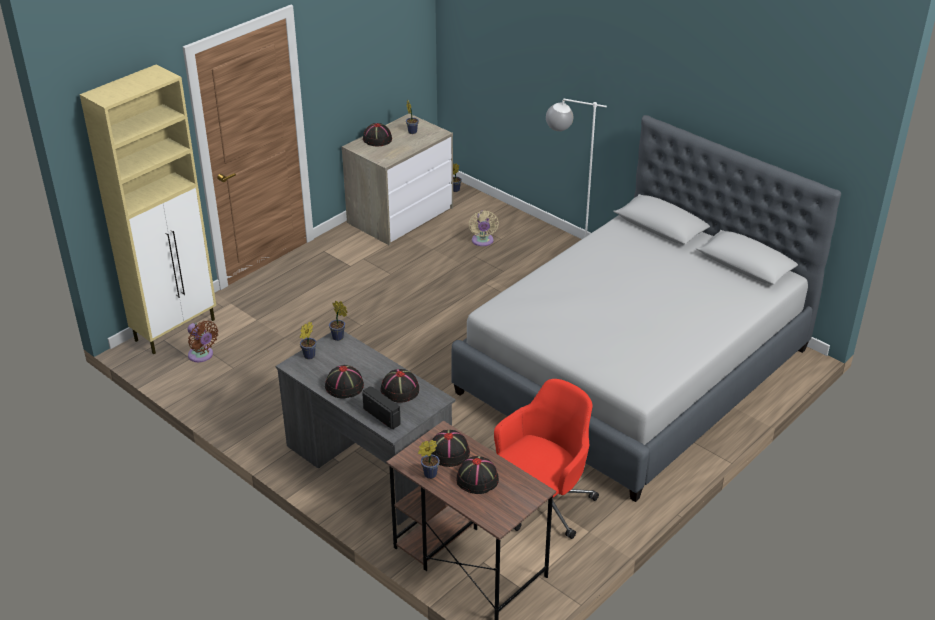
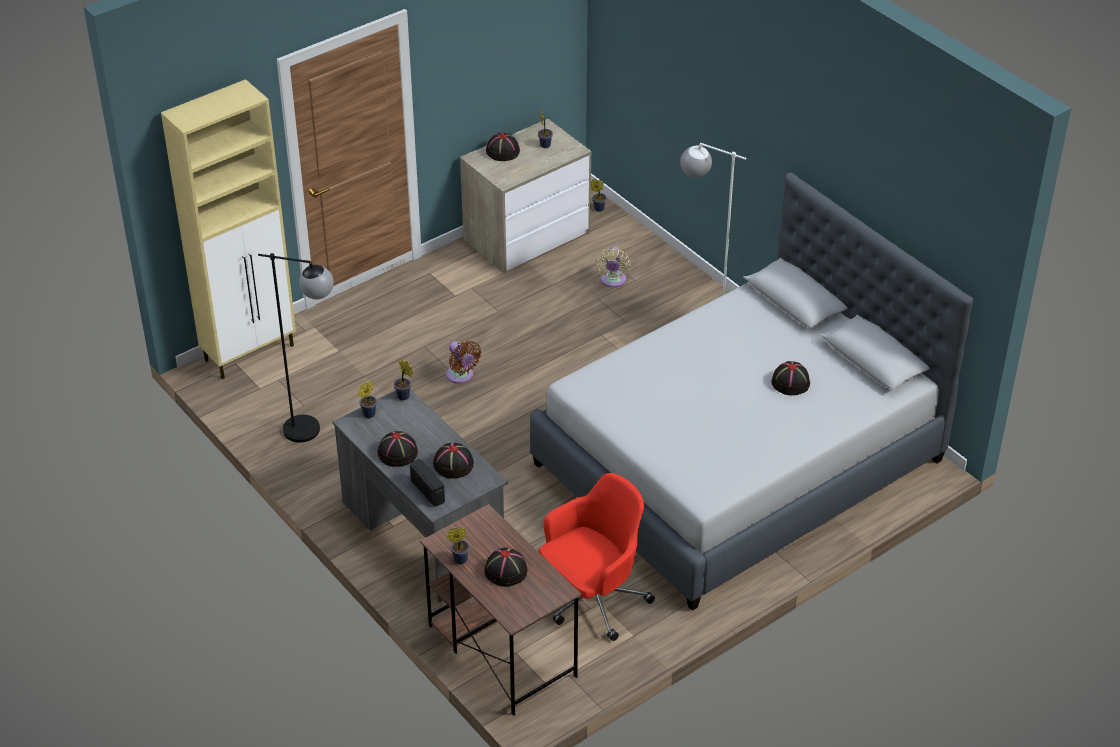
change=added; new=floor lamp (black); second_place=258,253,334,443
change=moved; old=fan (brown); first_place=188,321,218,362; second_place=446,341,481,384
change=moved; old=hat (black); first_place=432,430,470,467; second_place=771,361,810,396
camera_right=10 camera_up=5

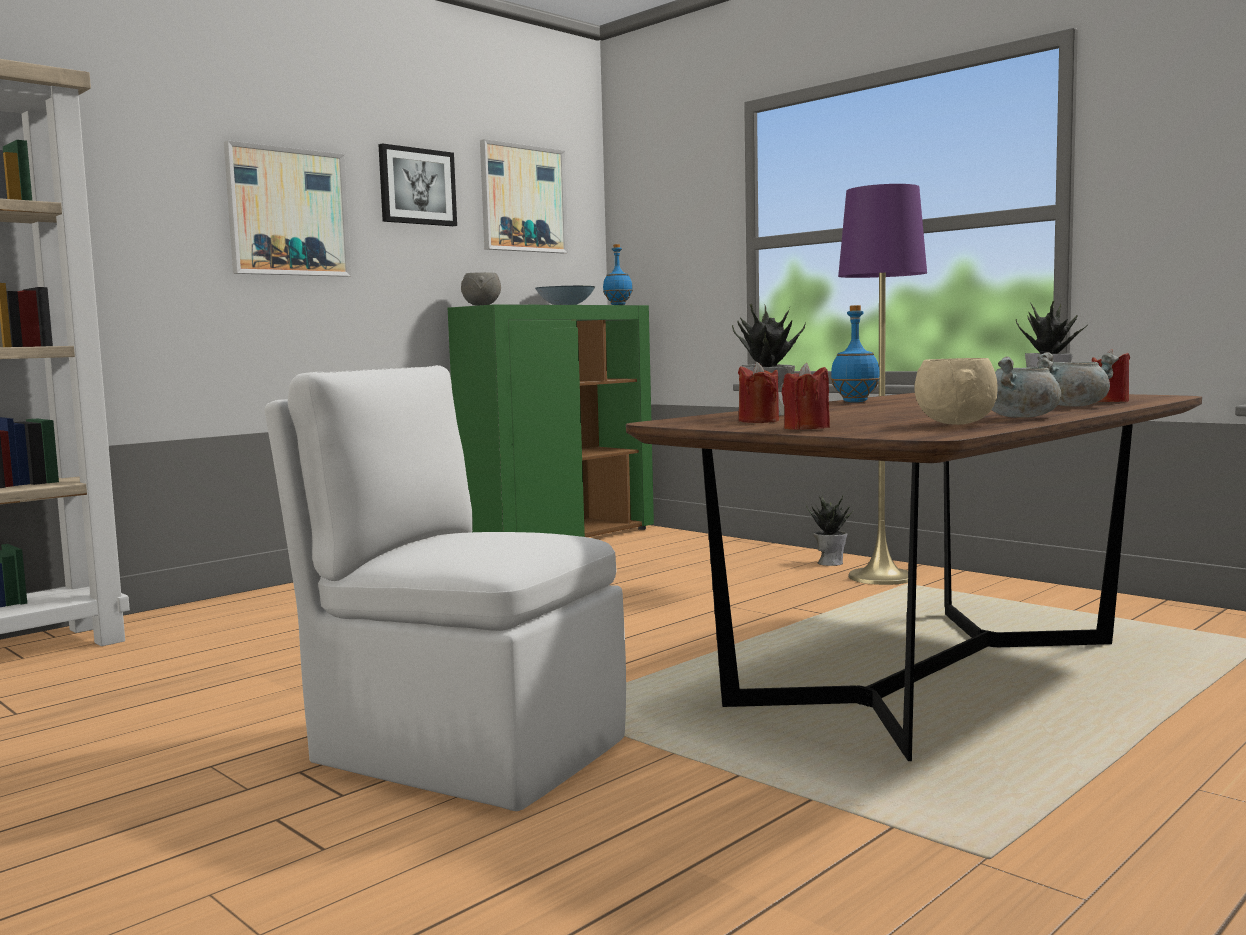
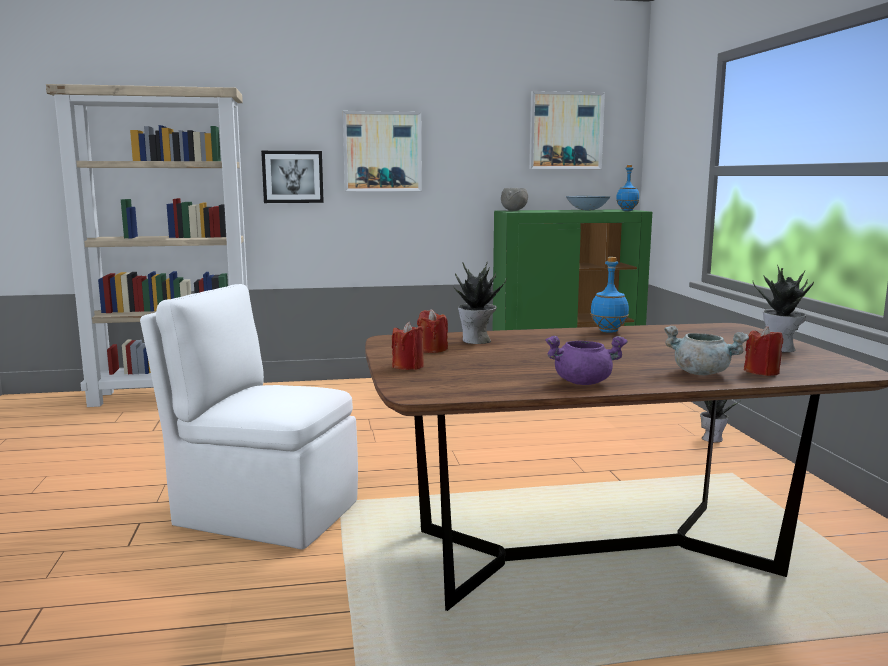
change=removed; old=floor lamp (purple); first_place=838,184,927,585
change=removed; old=bowl (beige); first_place=914,358,998,425
change=moved; old=picture; first_place=378,143,457,226; second_place=261,151,324,203
change=recoloured; old=cooking pot (grey); new=cooking pot (purple); first_place=991,357,1061,418; second_place=546,336,628,385
change=turned; old=chair (white); first_place=265,365,626,811; second_place=140,284,358,549; degrees=-45
camera_right=35 camera_up=5

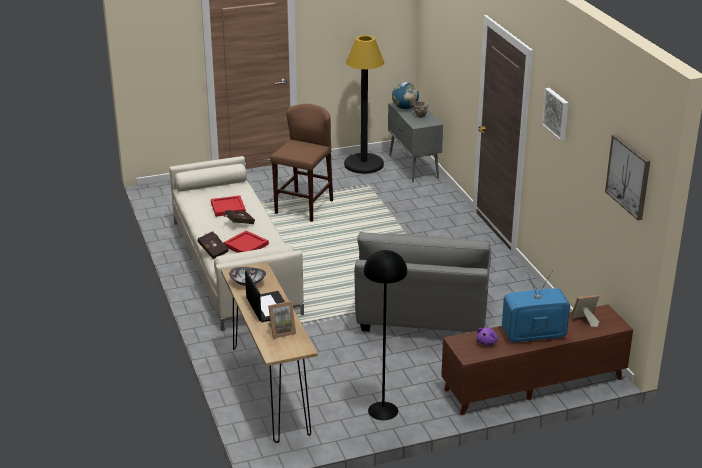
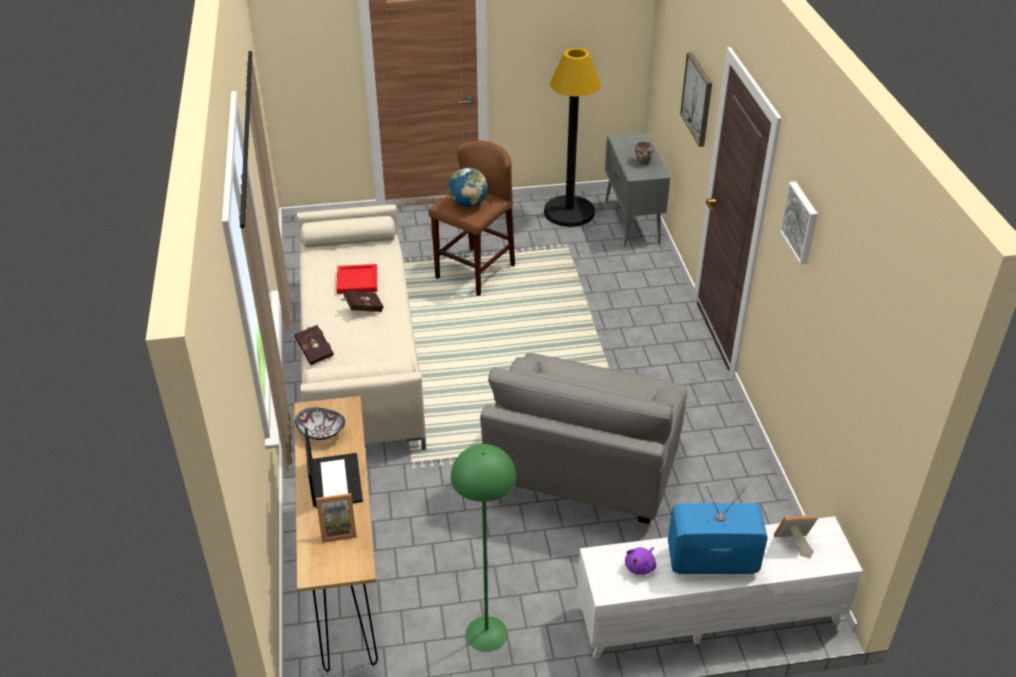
change=removed; old=tray (red); first_place=224,230,269,253
change=moved; old=globe; first_place=392,82,419,109; second_place=449,168,488,207
change=moved; old=picture; first_place=605,135,650,220; second_place=680,52,712,147
change=recoloured; old=floor lamp (black); new=floor lamp (green); first_place=364,250,407,420; second_place=451,444,516,652
change=recoloured; old=tv stand (brown); new=tv stand (white); first_place=441,304,633,415; second_place=577,516,863,658
camera_right=10 camera_up=10

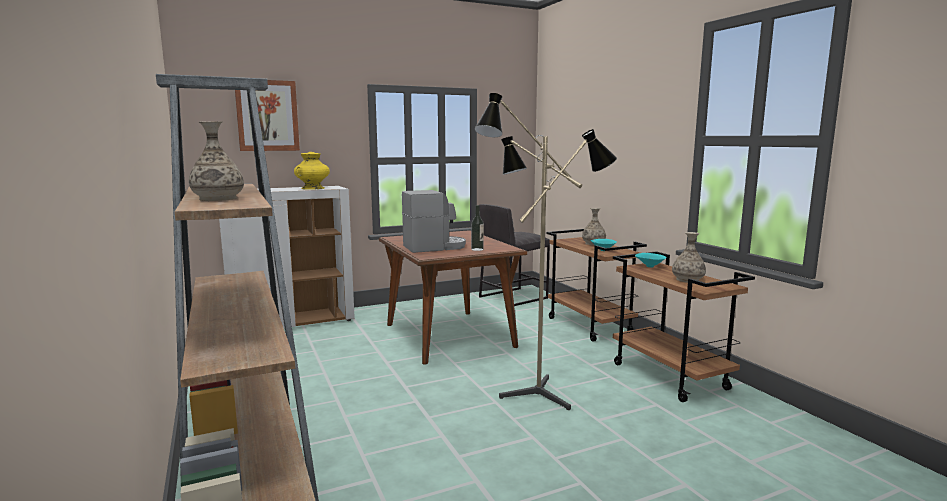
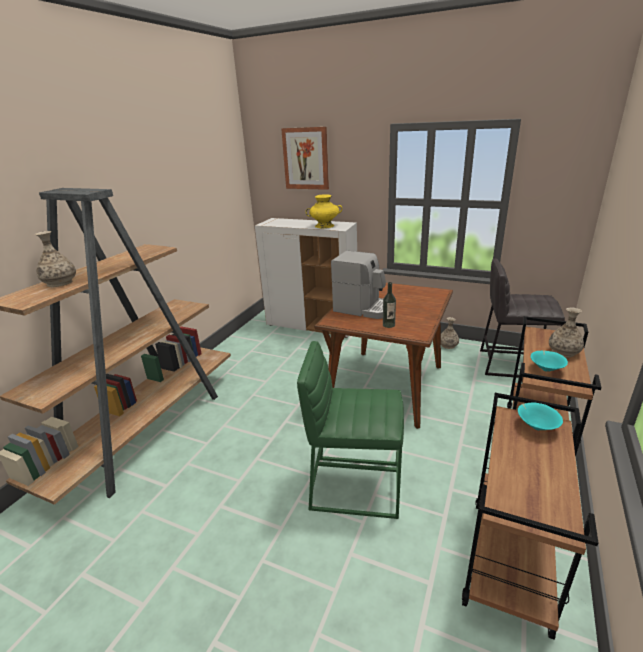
change=moved; old=vase; first_place=672,232,706,283; second_place=441,317,459,349
change=replaced; old=floor lamp; new=stool (green); first_place=475,93,617,410; second_place=297,341,404,519
camera_right=50 camera_up=15

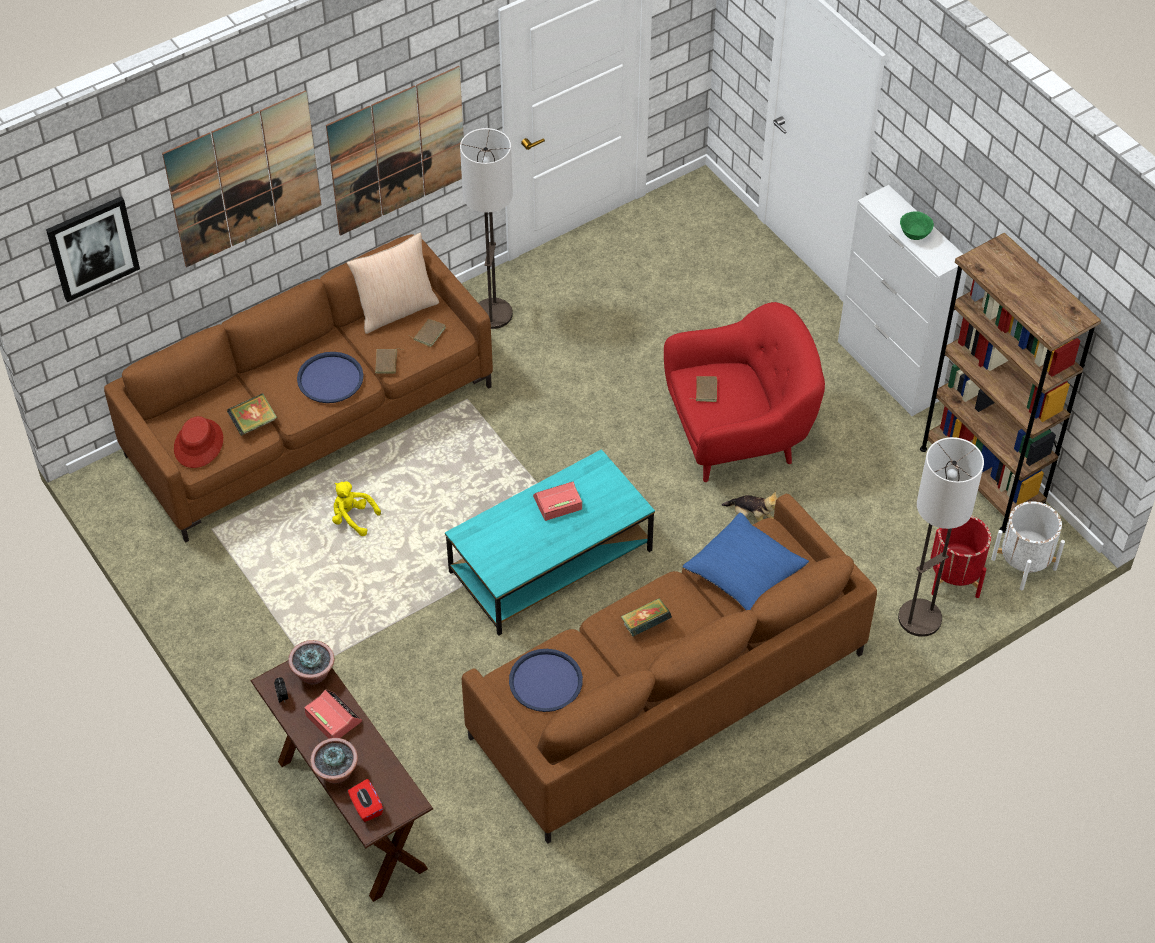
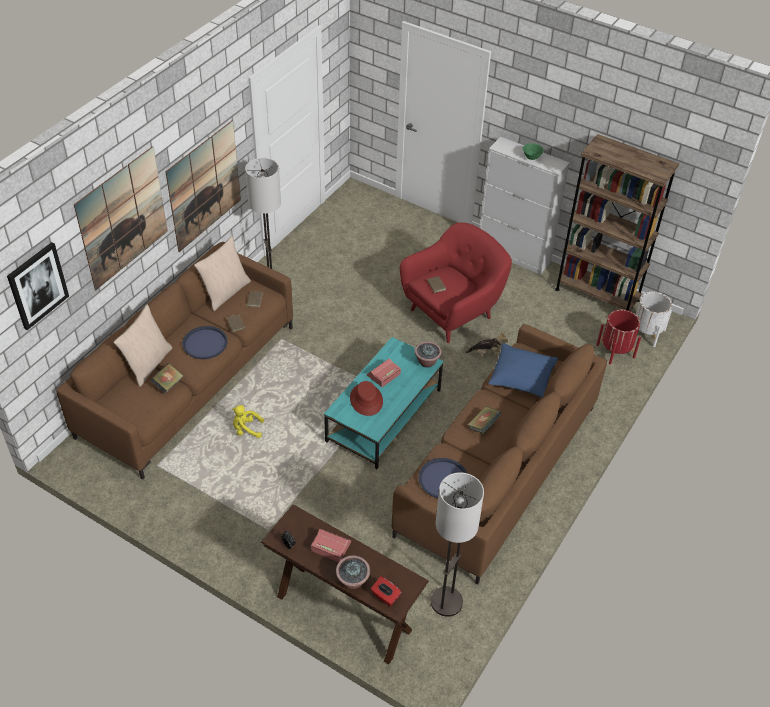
change=added; new=pillow (beige); second_place=114,304,172,387
change=moved; old=hat (red); first_place=174,416,223,468; second_place=350,381,383,416
change=moved; old=potted plant; first_place=288,640,334,685; second_place=414,342,442,368
change=moved; old=floor lamp; first_place=898,437,984,637; second_place=431,472,484,617
camera_right=-25 camera_up=-5

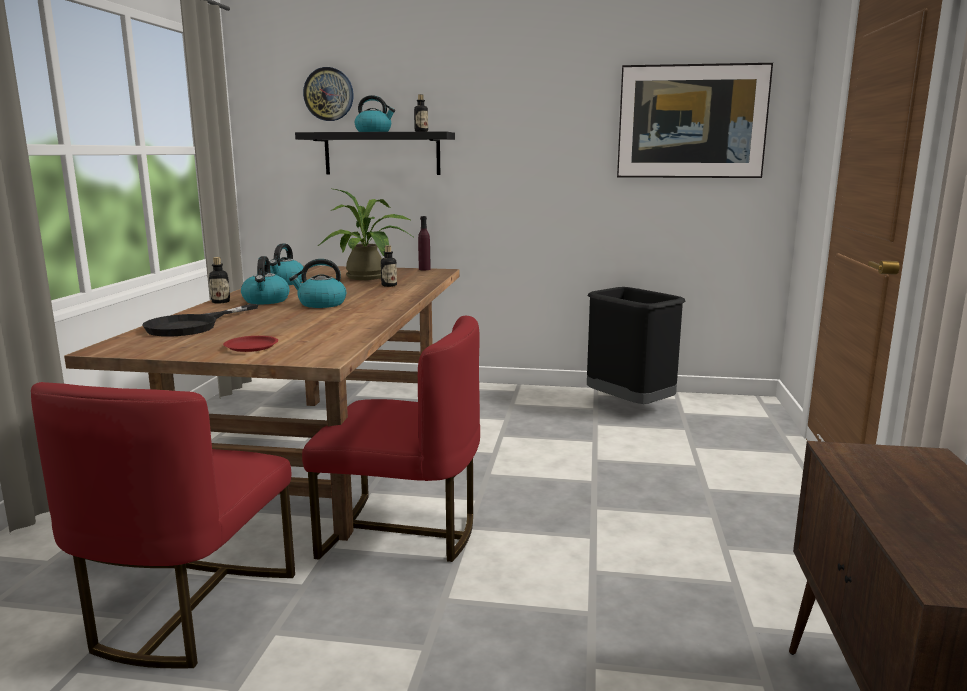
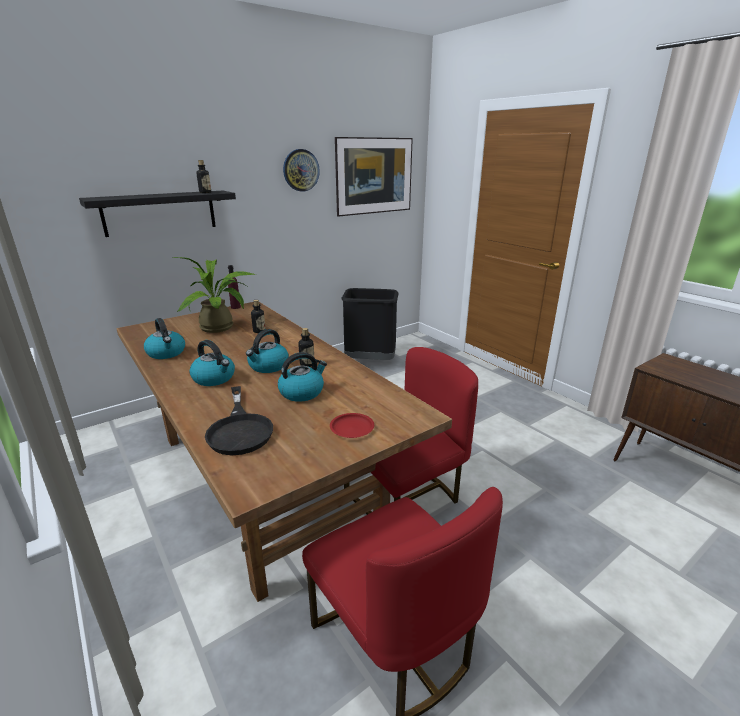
change=moved; old=bottle; first_place=209,257,230,304; second_place=298,328,314,367
change=moved; old=wall clock; first_place=303,67,354,121; second_place=283,149,320,192
change=moved; old=kettle; first_place=355,95,395,132; second_place=278,352,327,402
camera_right=-45 camera_up=10

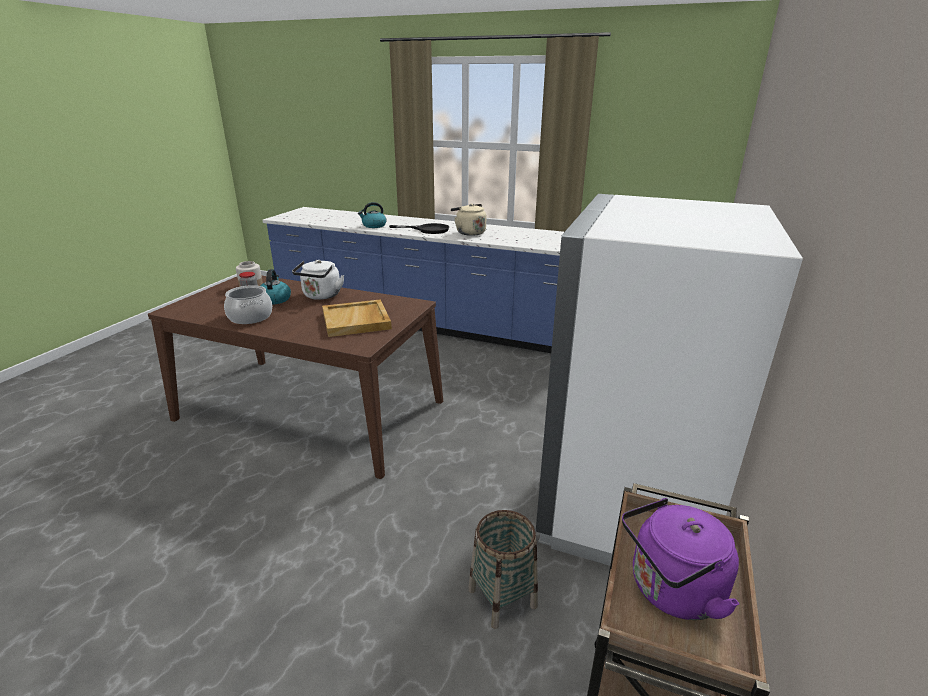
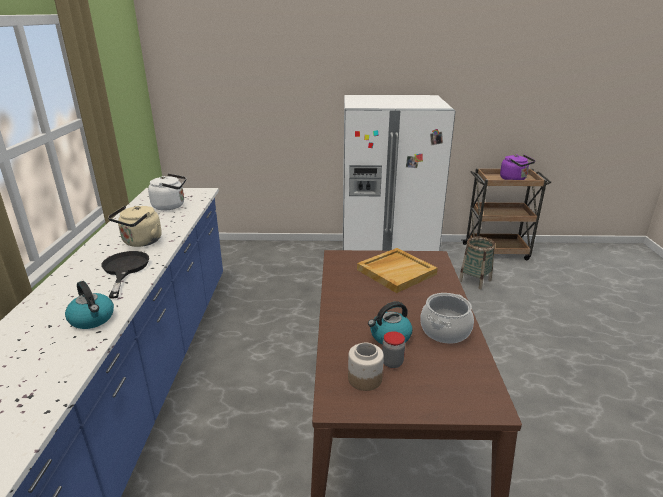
change=moved; old=kettle (white); first_place=292,260,344,300; second_place=148,174,186,211
camera_right=-110 camera_up=0

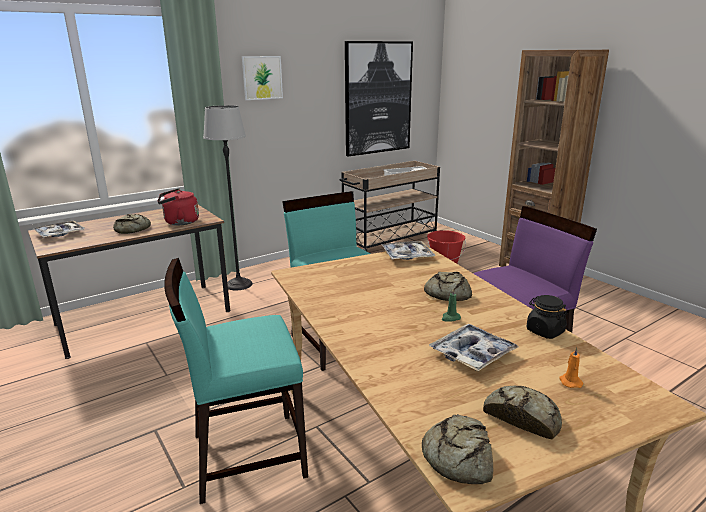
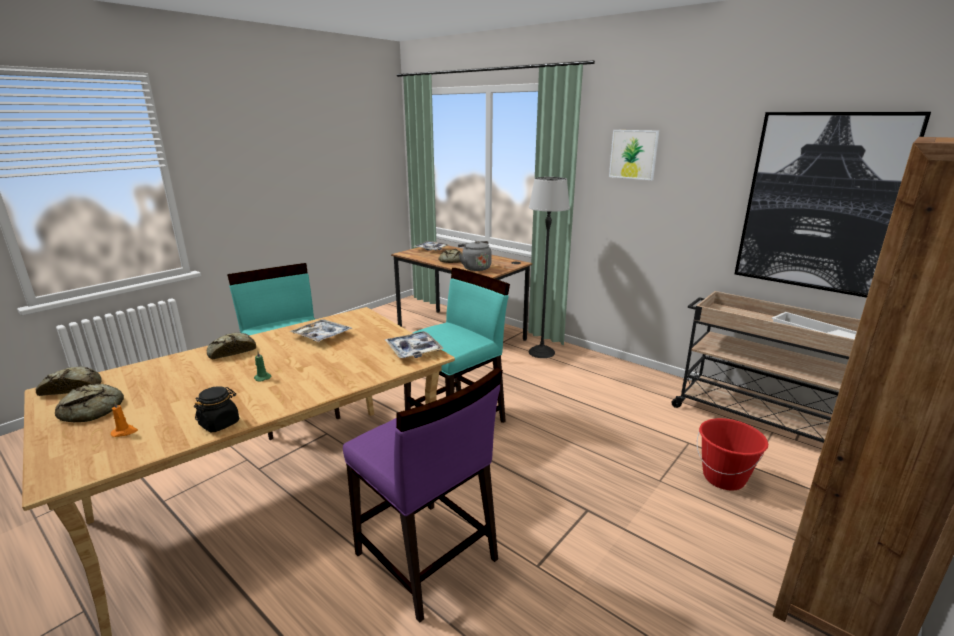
change=moved; old=bread; first_place=424,272,472,301; second_place=207,332,256,359
change=moved; old=tray; first_place=429,324,519,371; second_place=290,319,352,342
change=recoloured; old=kettle (red); new=kettle (grey); first_place=158,189,199,225; second_place=458,241,492,271
camera_right=75 camera_up=0

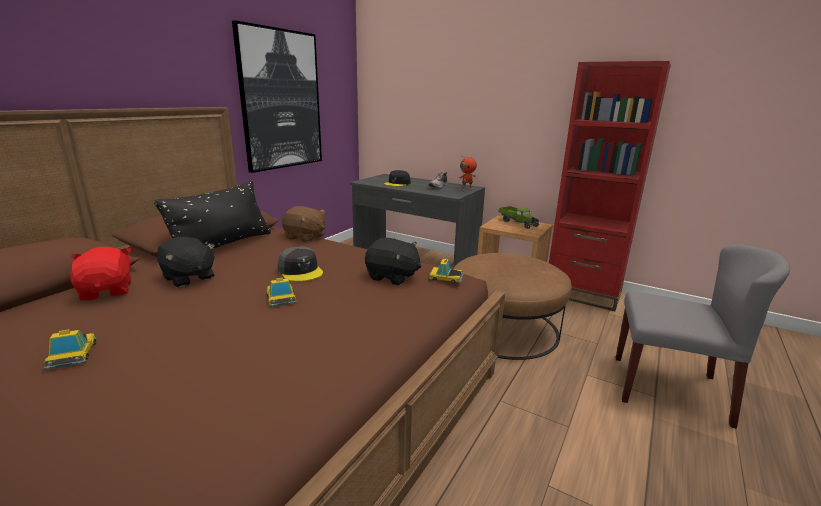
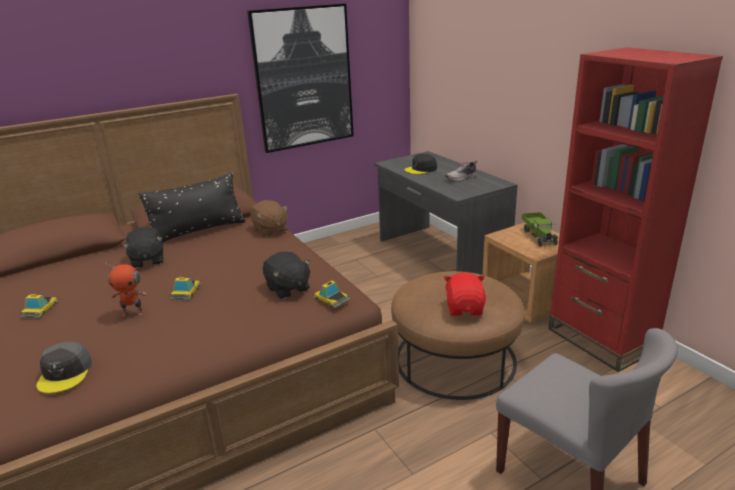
change=moved; old=plush toy (red); first_place=70,247,131,300; second_place=444,272,486,316
change=moved; old=cap (grey); first_place=278,246,323,282; second_place=36,342,92,393
change=moved; old=toy robot; first_place=459,155,477,190; second_place=106,261,147,317
camera_right=30 camera_up=5

